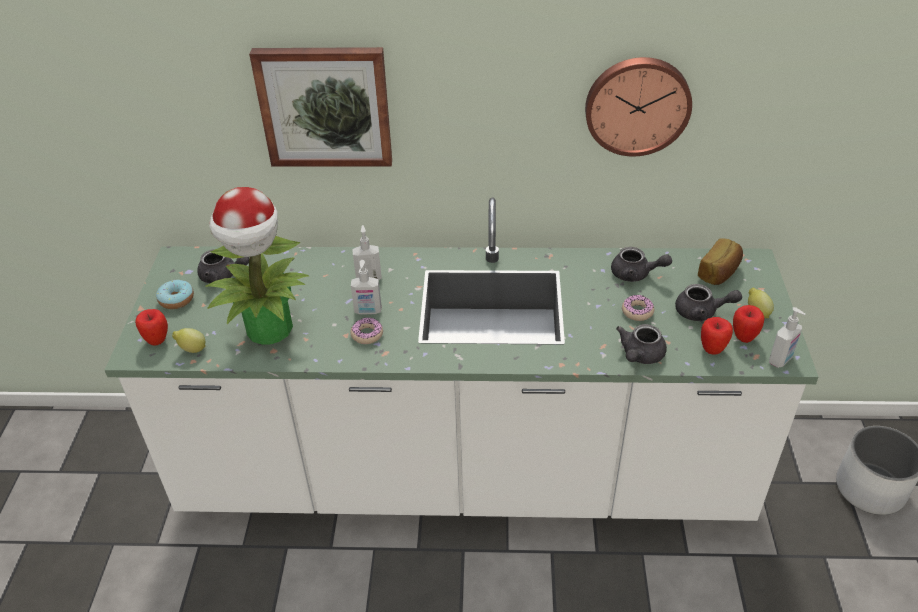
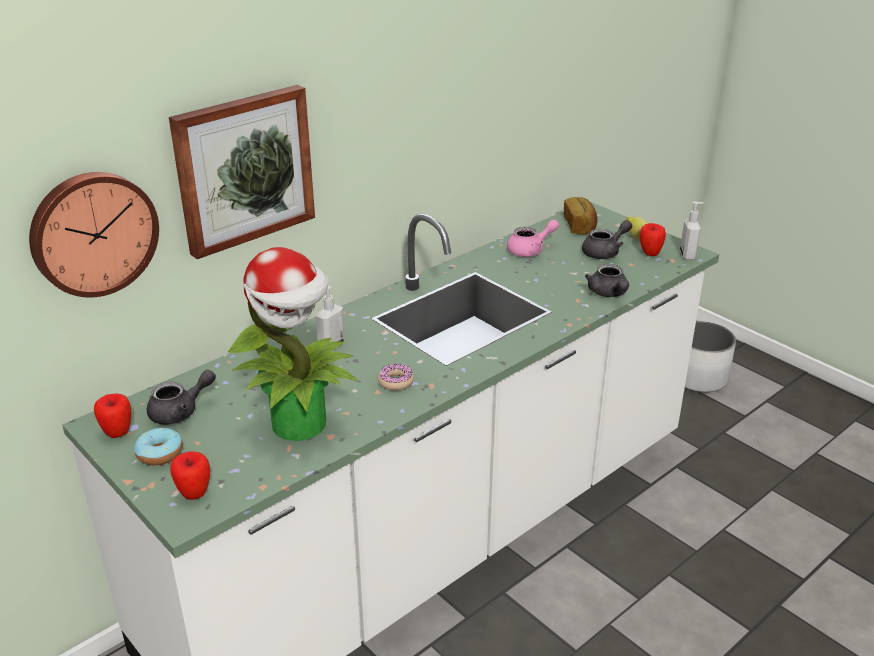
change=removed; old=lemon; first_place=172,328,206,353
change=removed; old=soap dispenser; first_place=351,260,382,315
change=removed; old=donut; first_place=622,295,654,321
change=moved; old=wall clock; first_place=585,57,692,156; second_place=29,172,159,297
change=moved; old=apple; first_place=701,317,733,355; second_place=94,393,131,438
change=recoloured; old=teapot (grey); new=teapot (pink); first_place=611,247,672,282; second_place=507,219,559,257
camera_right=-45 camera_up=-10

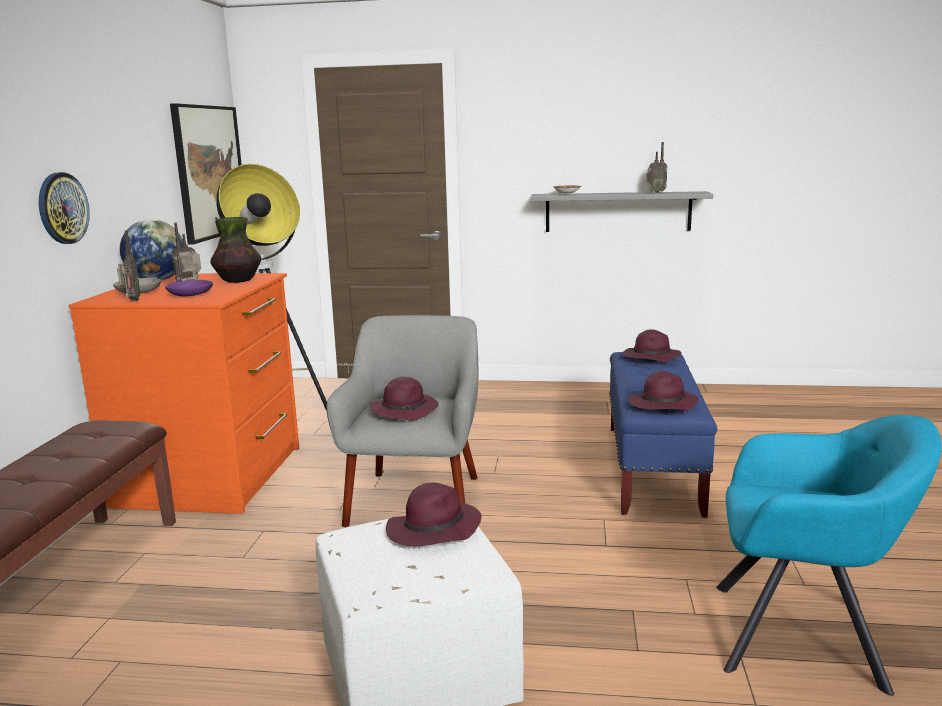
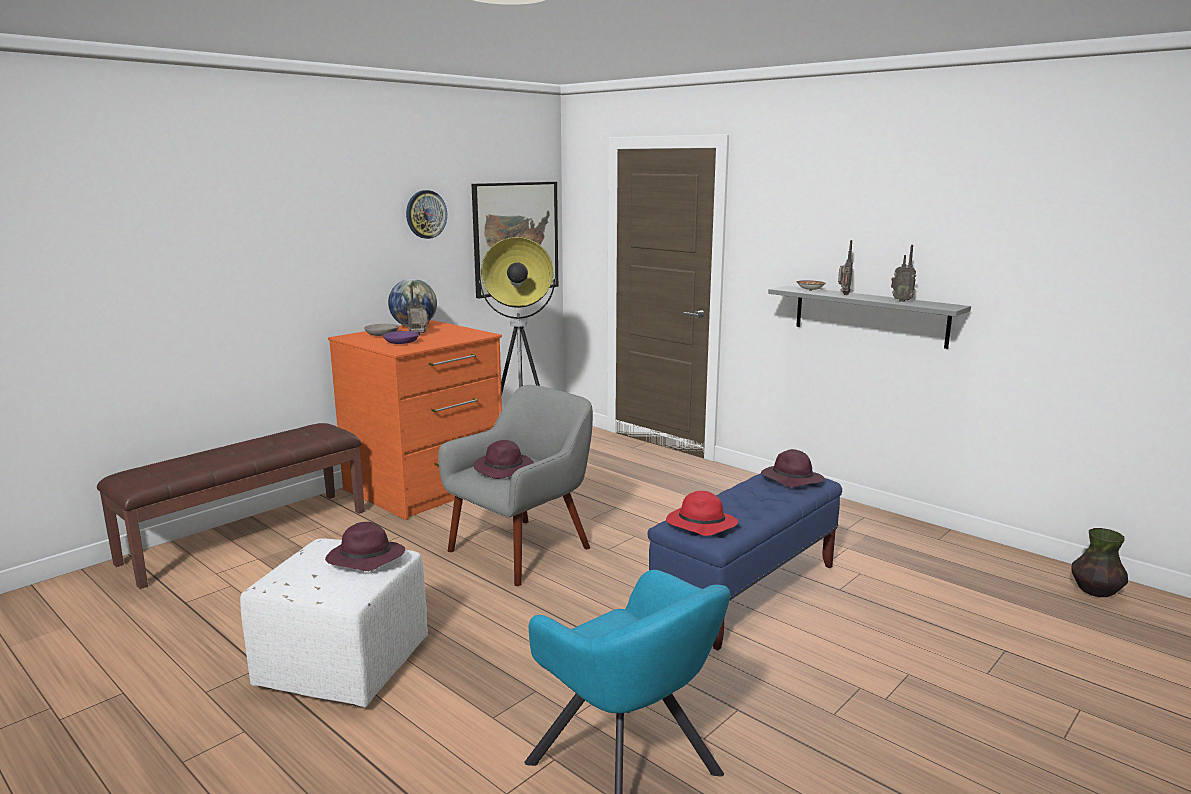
change=moved; old=wall clock; first_place=39,172,90,244; second_place=406,190,447,239
change=moved; old=radio; first_place=117,230,140,301; second_place=838,240,853,295
change=moved; old=vase; first_place=210,217,261,283; second_place=1072,528,1128,597
change=recoloured; old=hat (purple); new=hat (red); first_place=628,371,699,411; second_place=666,491,738,536
camera_right=35 camera_up=0

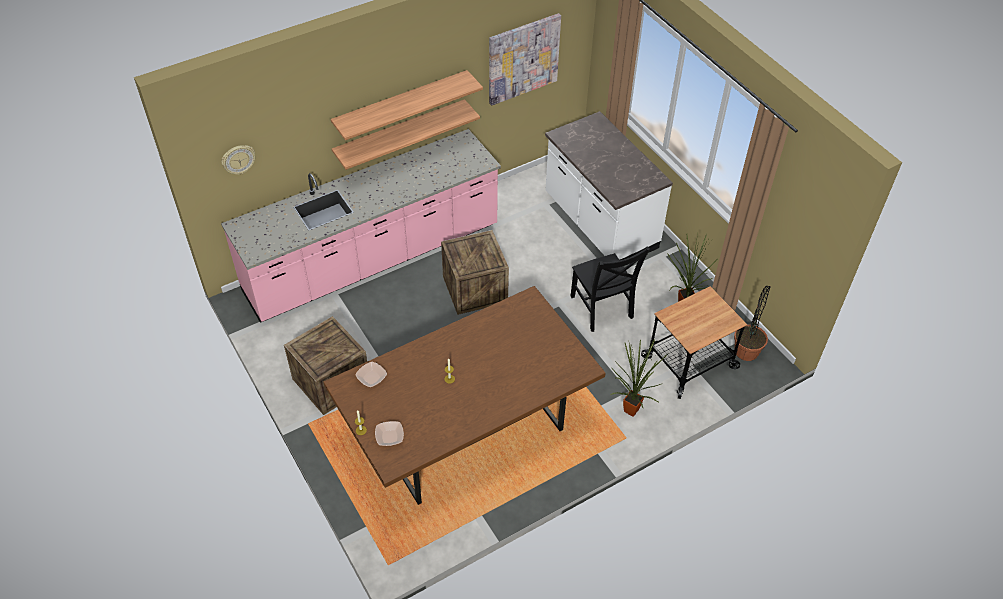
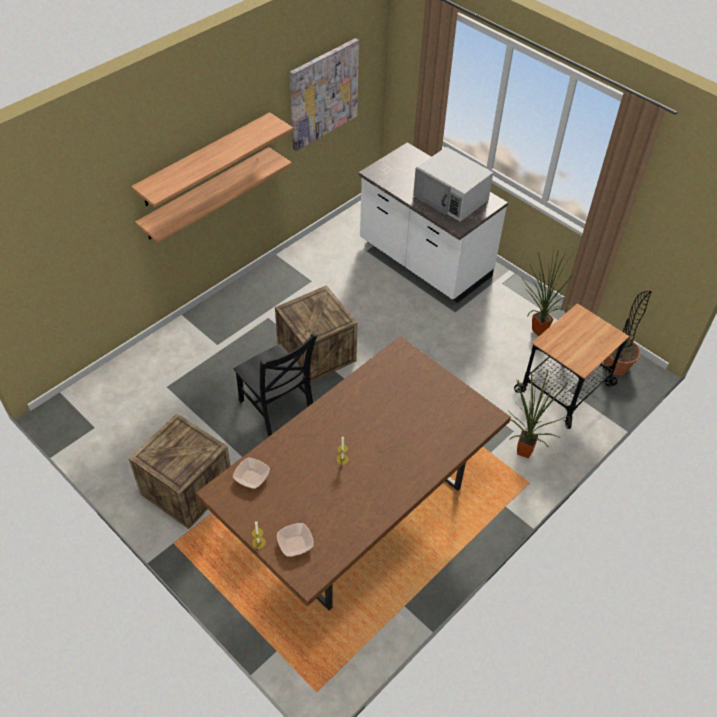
change=removed; old=counter (pink); first_place=221,129,501,323
change=removed; old=wall clock; first_place=222,145,255,175
change=added; new=microwave (white); second_place=413,147,493,222
change=moved; old=chair (black); first_place=570,246,650,332; second_place=234,332,317,436
camera_right=-15 camera_up=0

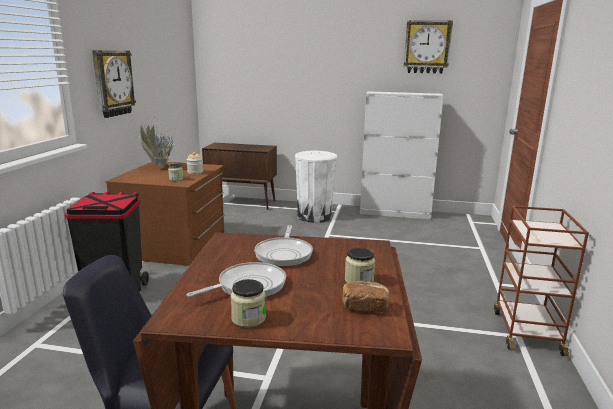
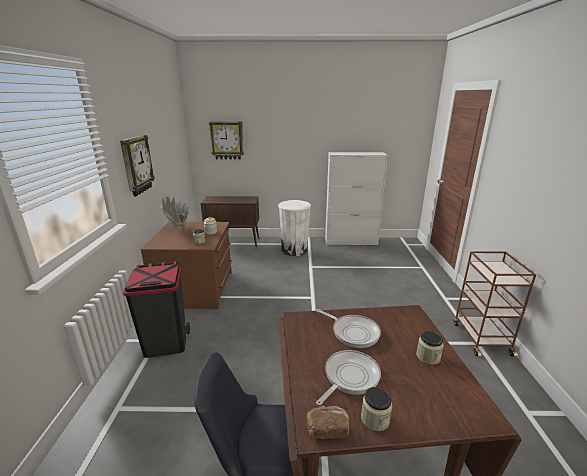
change=moved; old=bread; first_place=342,281,389,312; second_place=306,406,349,439
change=moved; old=wall clock; first_place=404,20,453,74; second_place=209,121,244,159
change=turned; old=frying pan; first_place=254,225,313,267; second_place=316,309,381,348; degrees=-45
camera_right=-10 camera_up=5

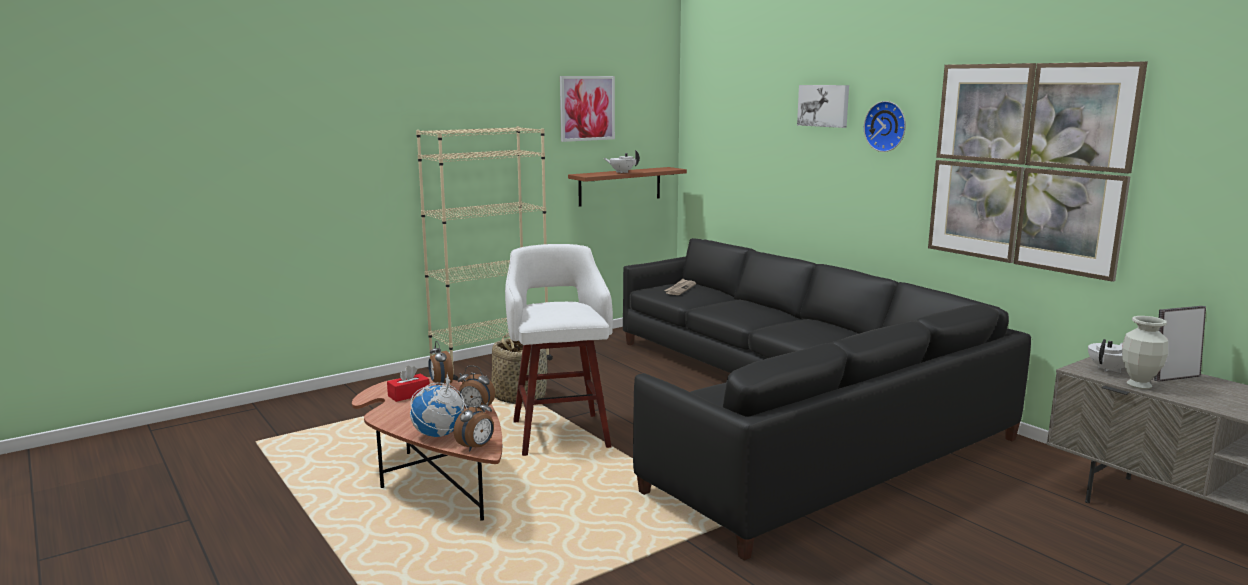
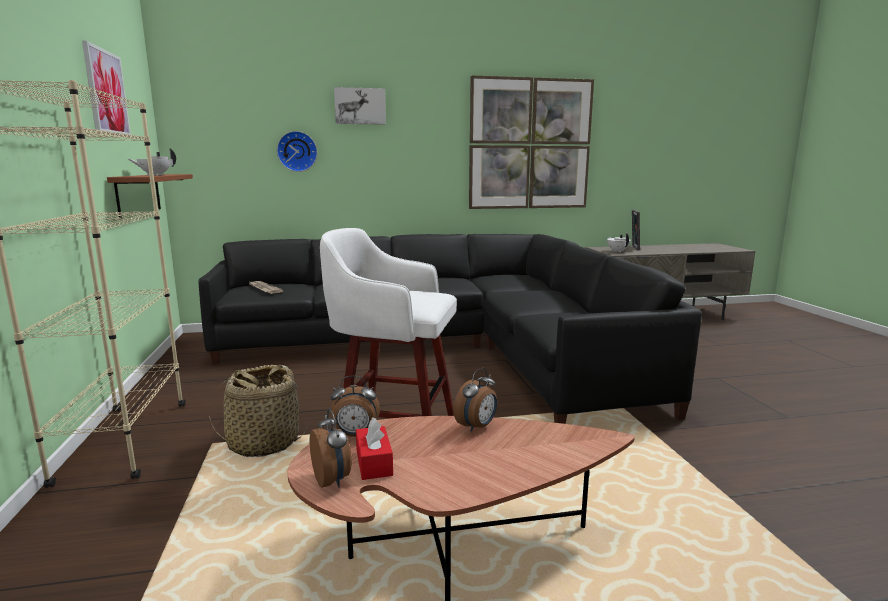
change=removed; old=globe; first_place=410,374,467,437
change=removed; old=vase; first_place=1122,316,1168,389
change=moved; old=alarm clock; first_place=454,396,494,451; second_place=309,408,352,488
change=moved; old=wall clock; first_place=864,101,906,152; second_place=277,131,317,172
camera_right=-65 camera_up=0

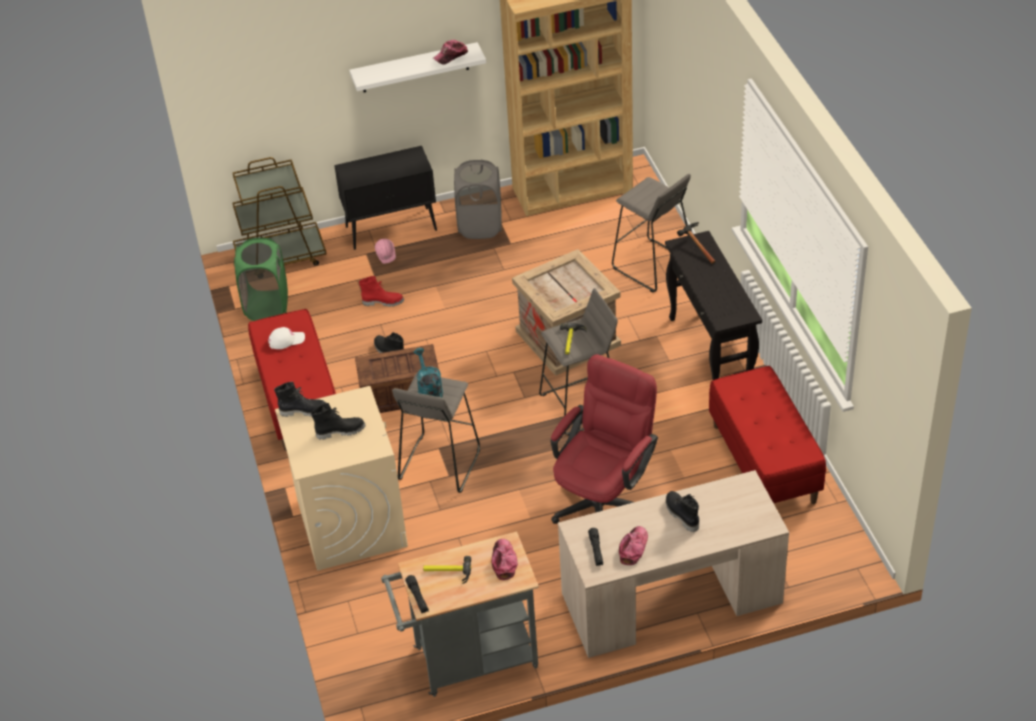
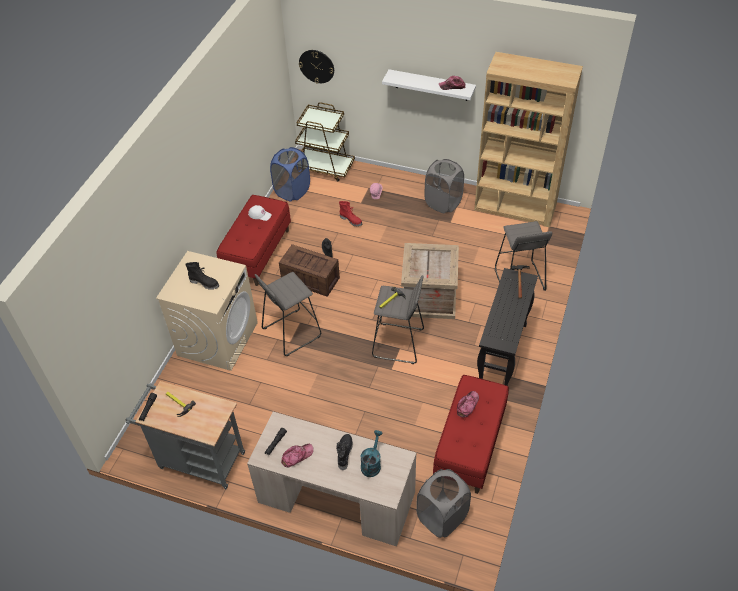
change=removed; old=boot (black); first_place=274,382,328,417
change=removed; old=cabinet (black); first_place=334,146,437,250
change=removed; old=office chair (red); first_place=551,354,658,524
change=added; new=wall clock; second_place=299,50,334,84
change=added; new=laundry basket (grey); second_place=416,469,471,538
change=moved; old=watering can (turquoise); first_place=414,348,443,397; second_place=361,430,382,477
change=moved; old=cap; first_place=492,539,518,580; second_place=457,391,479,418
change=recoloured; old=laundry basket (green); new=laundry basket (blue); first_place=234,238,288,321; second_place=270,147,310,202
camera_right=35 camera_up=5

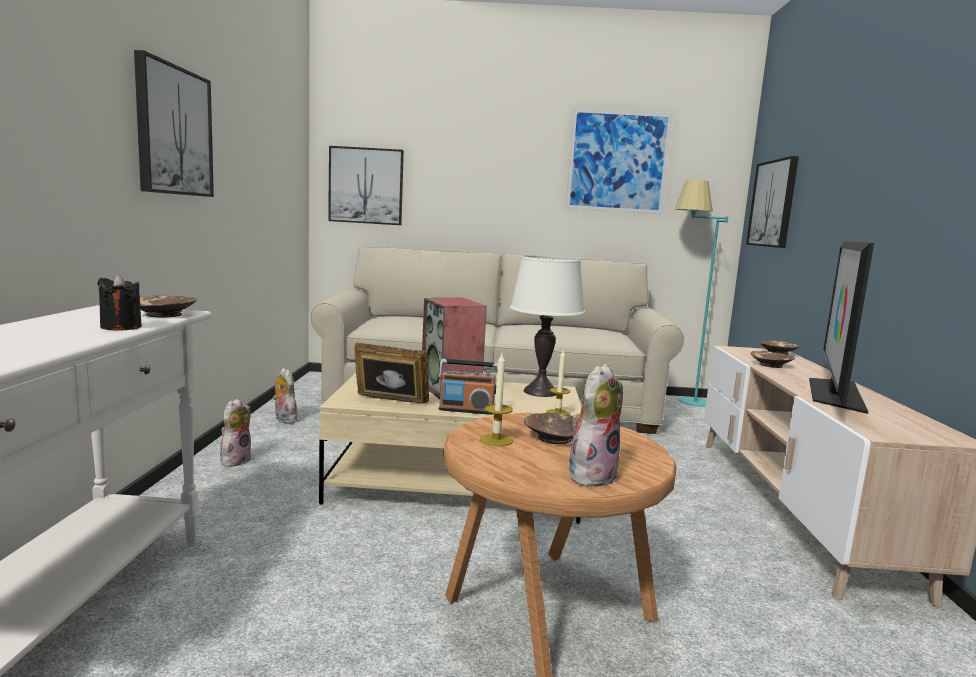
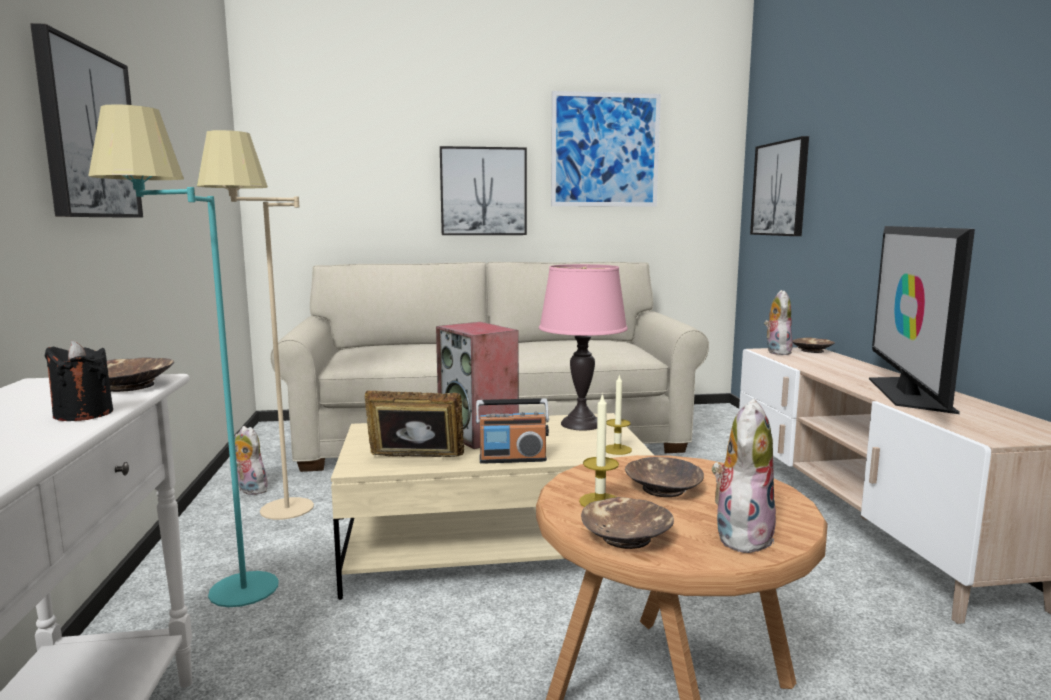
change=added; new=floor lamp (beige); second_place=197,130,314,520
change=moved; old=plush toy; first_place=220,399,252,467; second_place=764,290,793,355
change=moved; old=picture; first_place=328,146,404,225; second_place=440,146,527,235
change=moved; old=floor lamp (turquoise); first_place=675,180,728,407; second_place=88,104,278,607
change=moved; old=bowl (brown); first_place=751,351,795,368; second_place=581,497,674,549
change=recoloured; old=table lamp (white); new=table lamp (pink); first_place=510,255,585,397; second_place=539,264,628,430
camera_right=-10 camera_up=0

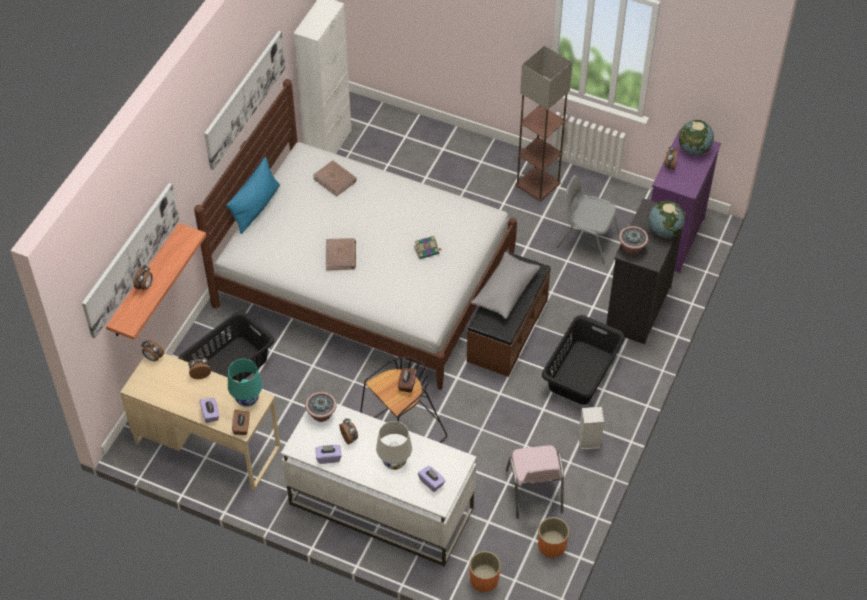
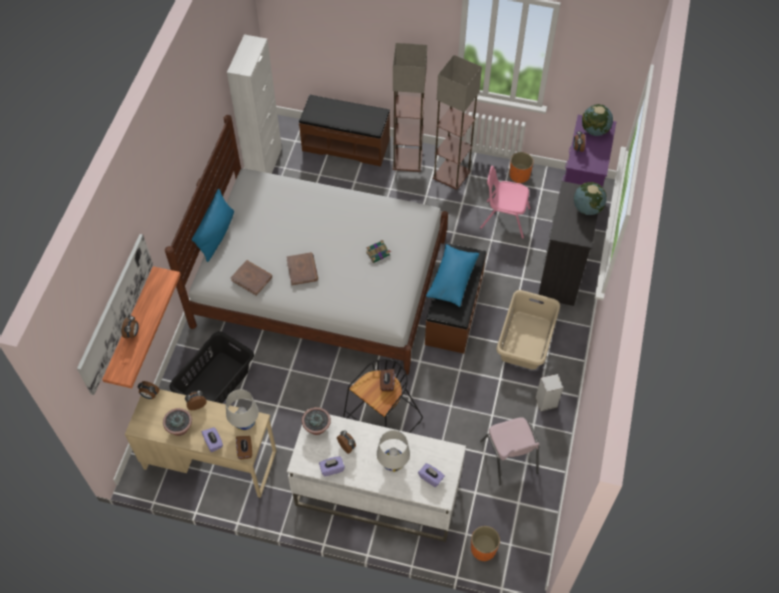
change=removed; old=picture; first_place=204,31,285,170
change=added; new=bench (brown); second_place=299,95,390,167
change=added; new=floor lamp; second_place=393,43,427,172
change=moved; old=book (brown); first_place=313,160,357,196; second_place=231,260,272,296
change=moved; old=planter (orange); first_place=538,517,569,558; second_place=509,152,534,183
change=moved; old=potted plant; first_place=619,226,648,255; second_place=163,408,192,436
change=recoloured; old=table lamp (turquoise); new=table lamp (white); first_place=228,359,263,407; second_place=226,389,259,431
change=recoloured; old=pillow (grey); new=pillow (blue); first_place=471,252,540,319; second_place=426,244,479,307
change=recoloured; old=laundry basket (black); new=laundry basket (beige); first_place=542,315,625,405; second_place=496,290,560,370
change=recoloured; old=chair (grey); new=chair (pink); first_place=557,175,620,264; second_place=480,166,530,239
camera_right=-10 camera_up=5

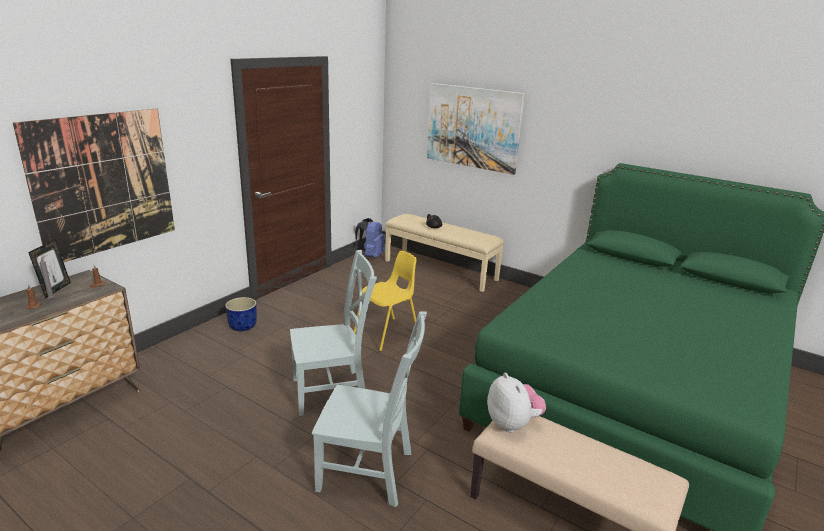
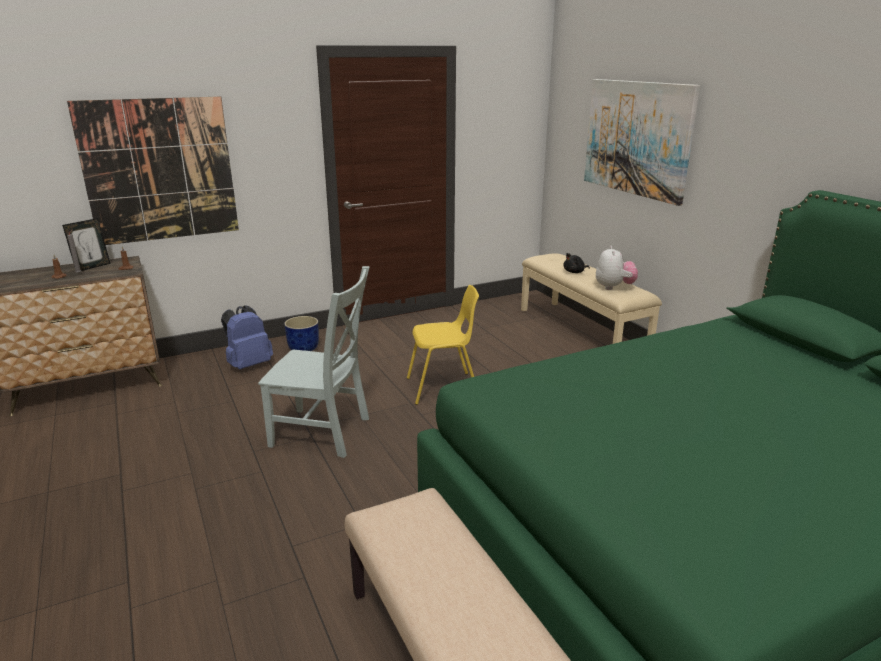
change=removed; old=chair (grey); first_place=312,312,427,507
change=moved; old=backpack (blue); first_place=355,218,385,258; second_place=221,305,273,370
change=moved; old=plush toy; first_place=487,373,546,433; second_place=596,246,638,290
camera_right=30 camera_up=0

